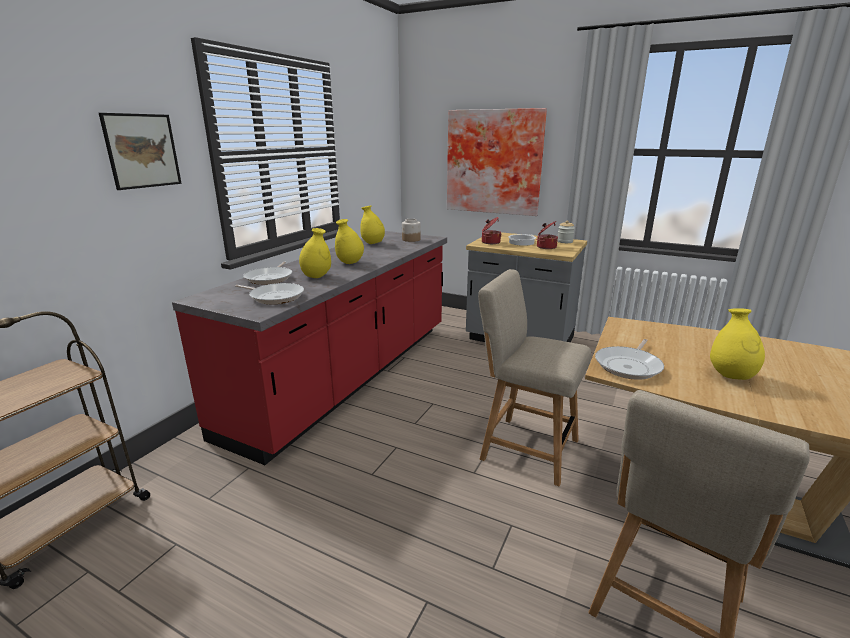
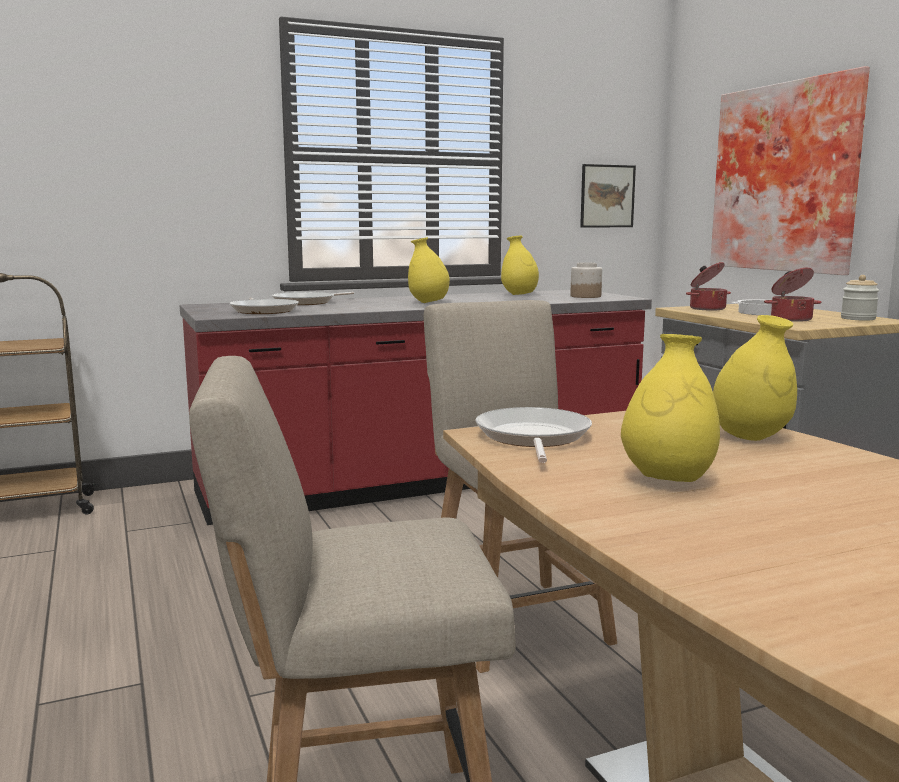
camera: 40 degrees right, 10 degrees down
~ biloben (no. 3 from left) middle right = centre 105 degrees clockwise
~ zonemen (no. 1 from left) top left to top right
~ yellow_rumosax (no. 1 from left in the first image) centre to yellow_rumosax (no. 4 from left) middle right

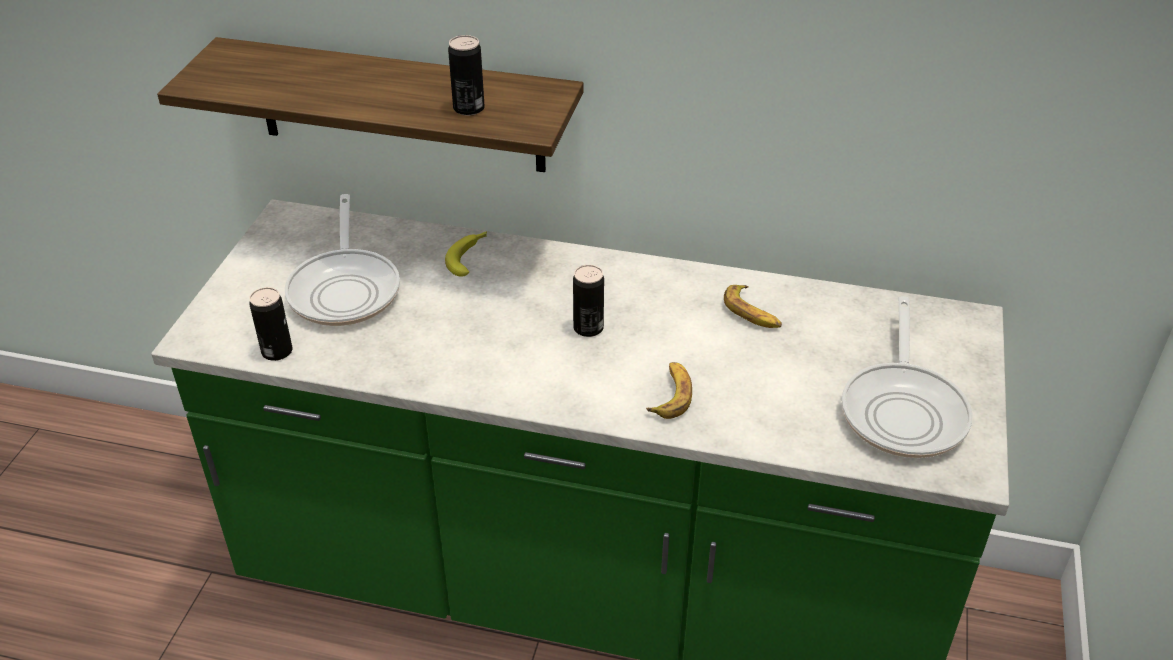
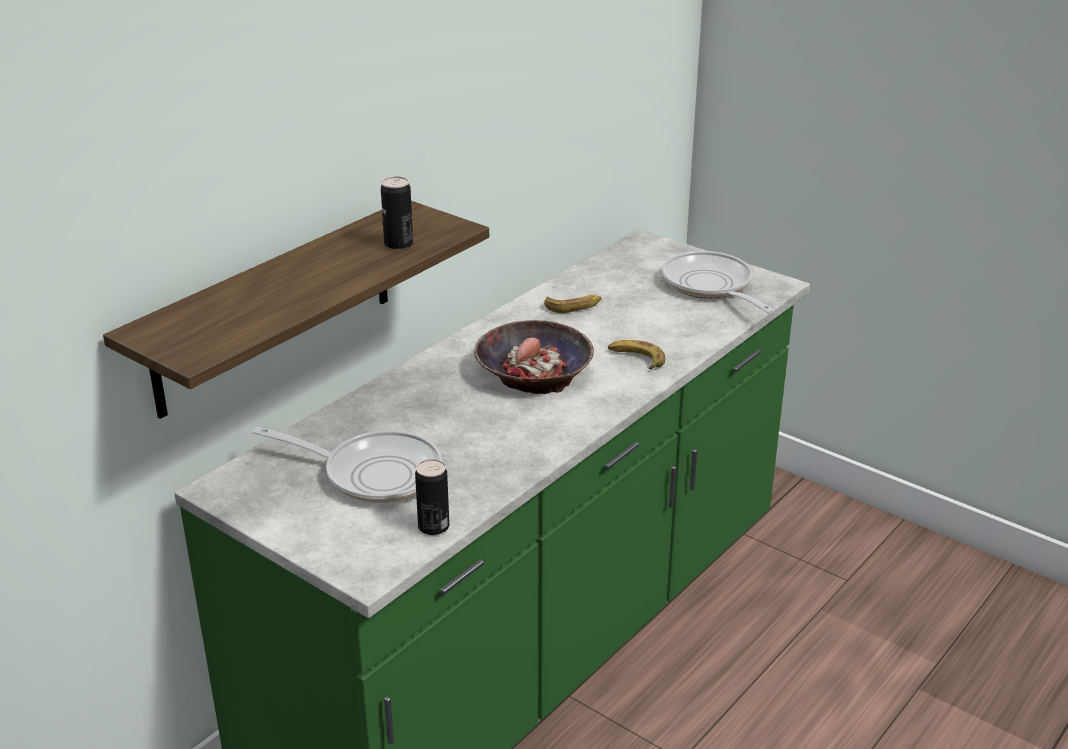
camera: 65 degrees left, 10 degrees down
~ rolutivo (no. 3 from left) centre to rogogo centre
~ biloben (no. 2 from left) middle right = middle right 150 degrees counterclockwise
- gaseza (no. 1 from left) centre

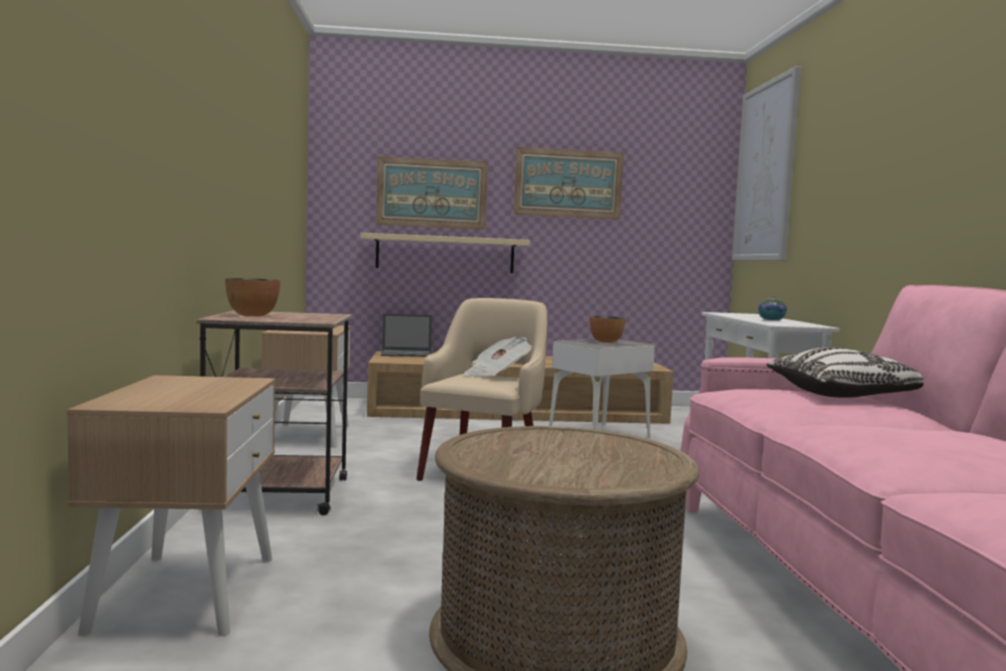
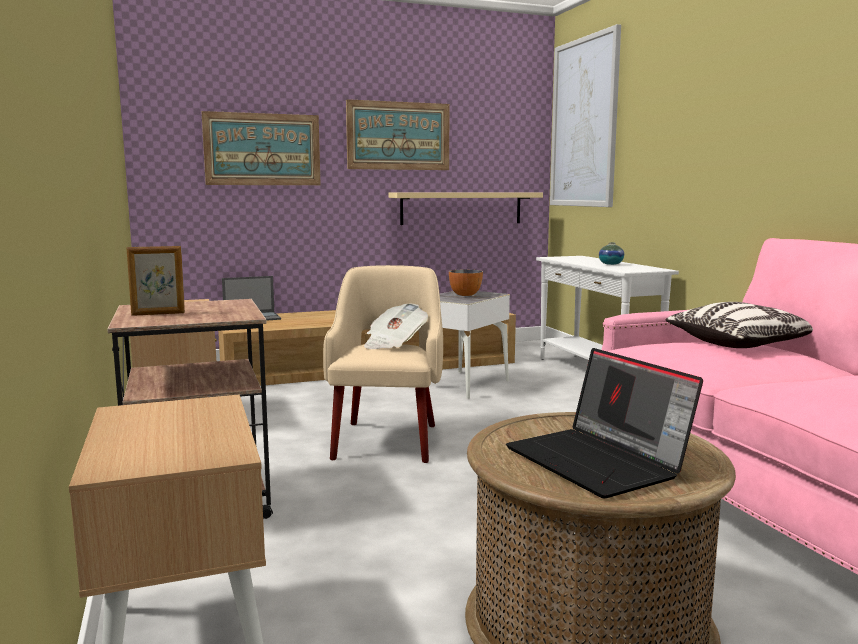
camera: 15 degrees left, 5 degrees up
~ rogogo (no. 1 from left) middle left to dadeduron middle left
~ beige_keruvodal centre to top centre
+ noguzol (no. 2 from left) middle right

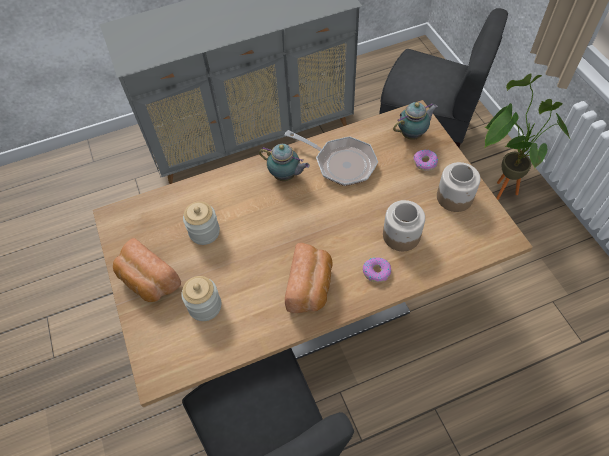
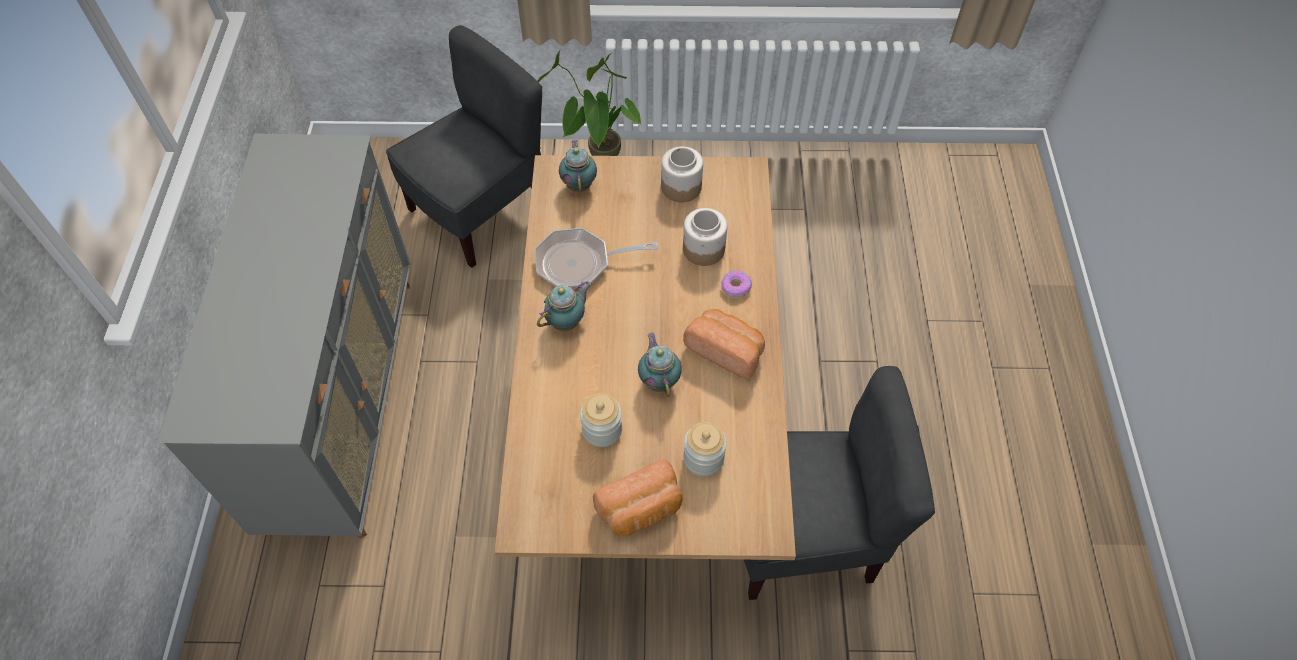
camera: 70 degrees left, 0 degrees up
~ biloben centre = centre 150 degrees counterclockwise
+ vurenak (no. 3 from left) centre
- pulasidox (no. 2 from left) middle right

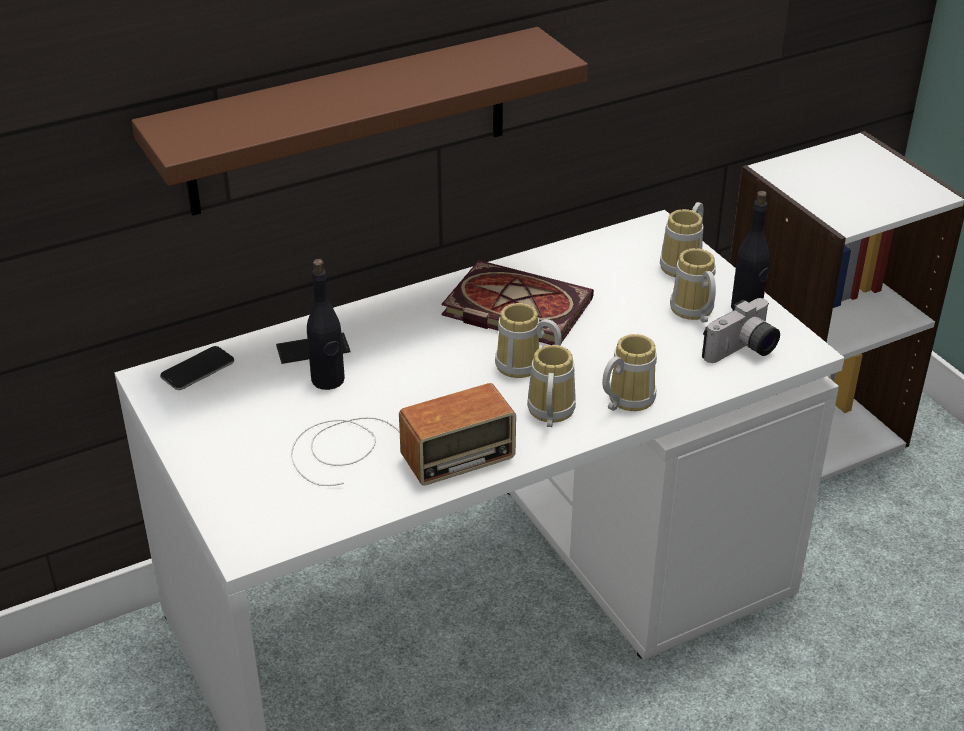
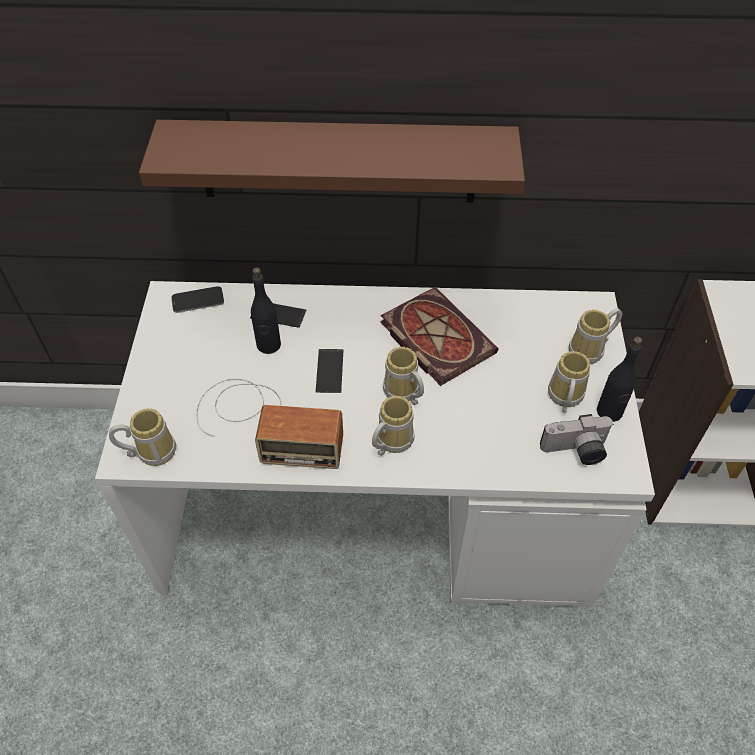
camera: 30 degrees right, 15 degrees up
~ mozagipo (no. 3 from left in the first image) centre to mozagipo (no. 1 from left) middle left
+ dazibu (no. 3 from left) centre

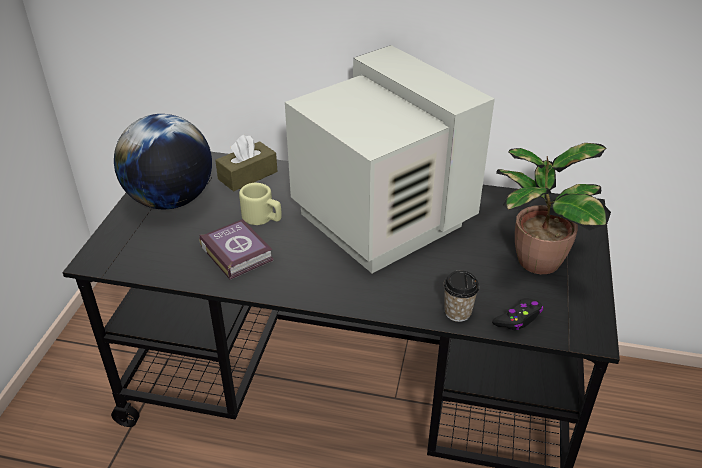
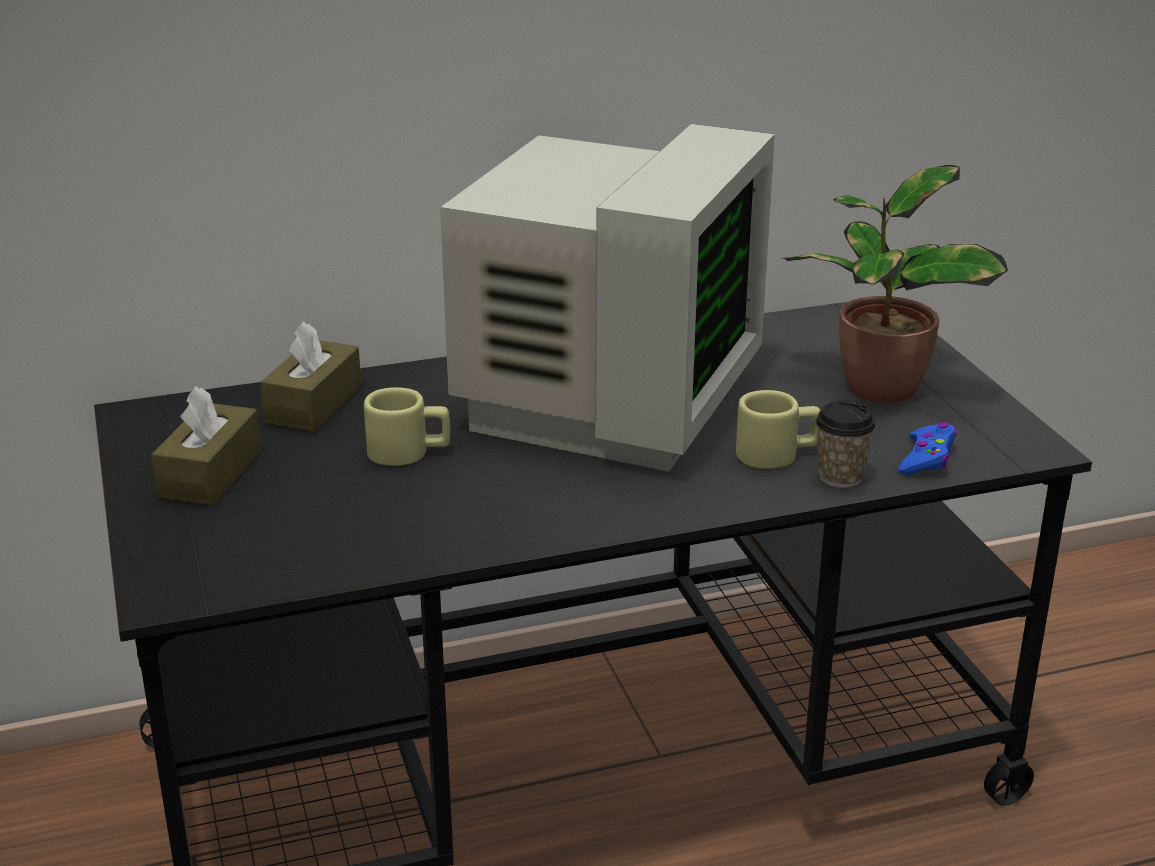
camera: 30 degrees left, 10 degrees down
~ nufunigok middle left to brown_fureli (no. 1 from left) middle left
~ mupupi centre = centre 90 degrees clockwise
+ beige_mozagipo (no. 2 from left) middle right
~ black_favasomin bottom right to blue_favasomin middle right
- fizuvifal centre

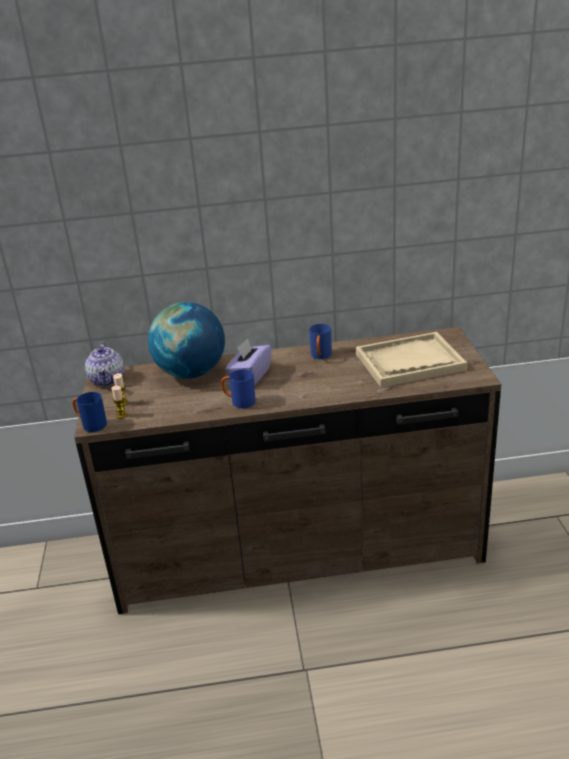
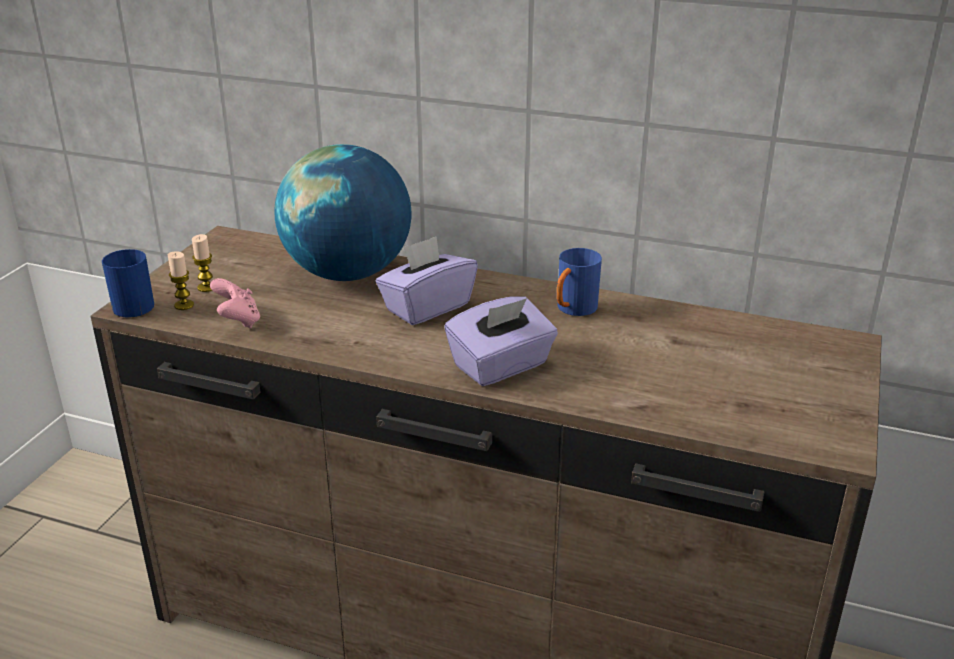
camera: 25 degrees right, 0 degrees up
+ pink_favasomin middle left
+ purple_fureli (no. 2 from left) centre
- vurenak middle left
- blue_mozagipo (no. 2 from left) centre
- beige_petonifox middle right

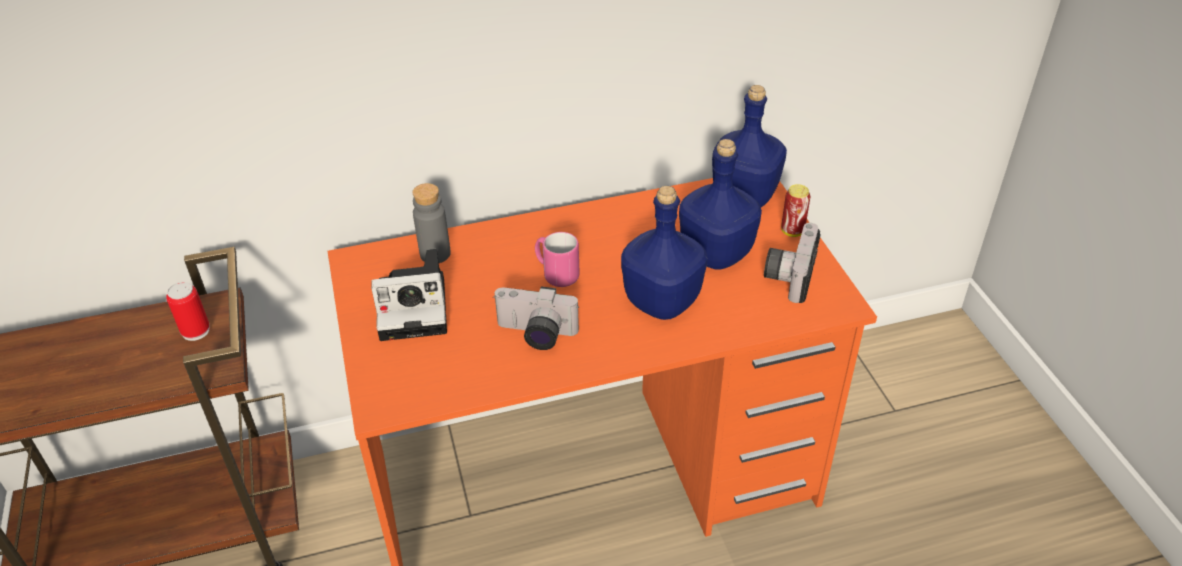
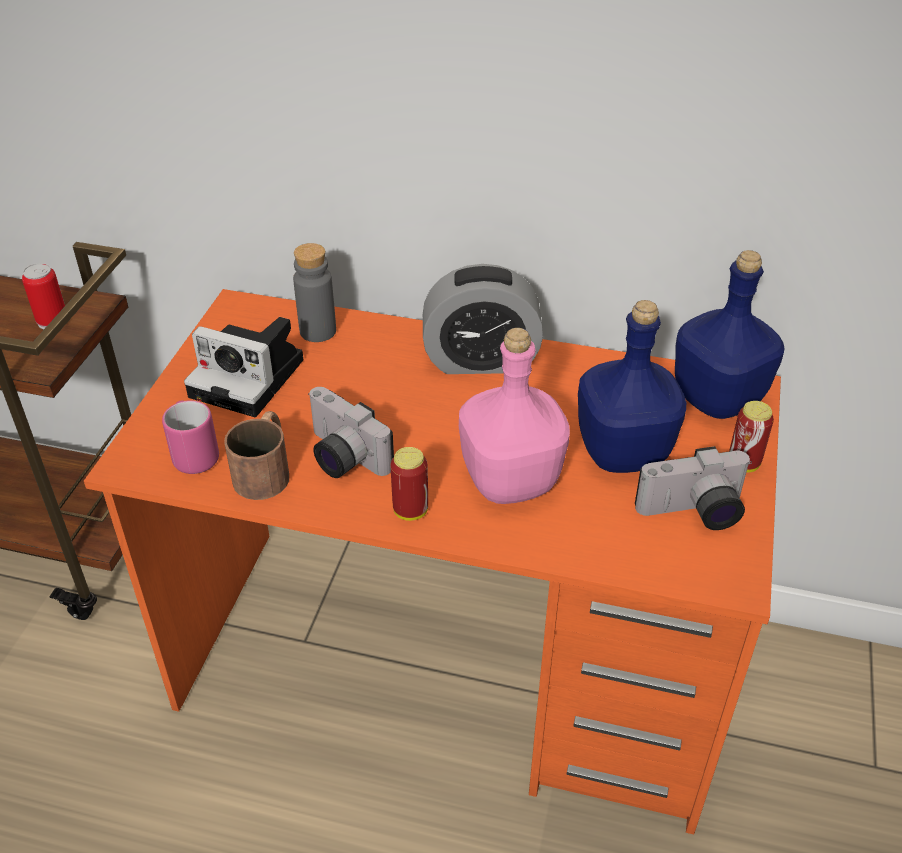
camera: 30 degrees right, 0 degrees up
~ pink_mozagipo centre to middle left
+ brown_mozagipo middle left
+ rolutivo (no. 2 from left) centre
+ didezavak centre
~ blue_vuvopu (no. 1 from left) centre to pink_vuvopu centre
~ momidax (no. 3 from left) middle right = middle right 150 degrees counterclockwise

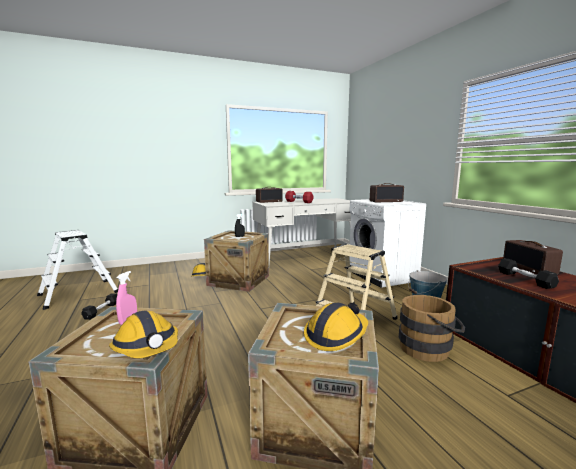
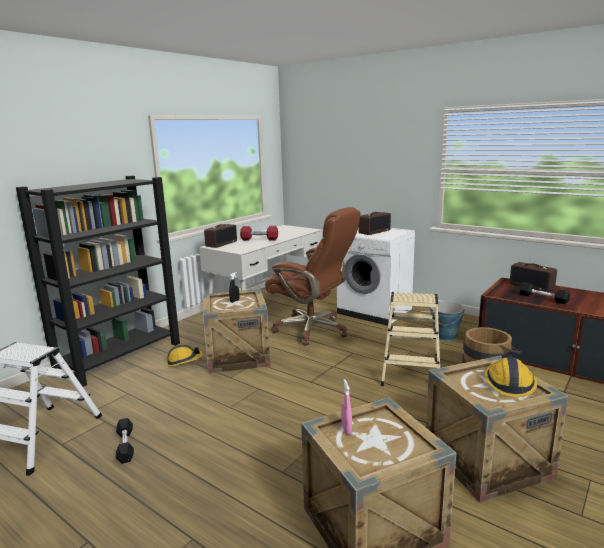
camera: 30 degrees left, 5 degrees up
+ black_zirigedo middle left
+ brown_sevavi centre
- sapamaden (no. 1 from left) bottom left

